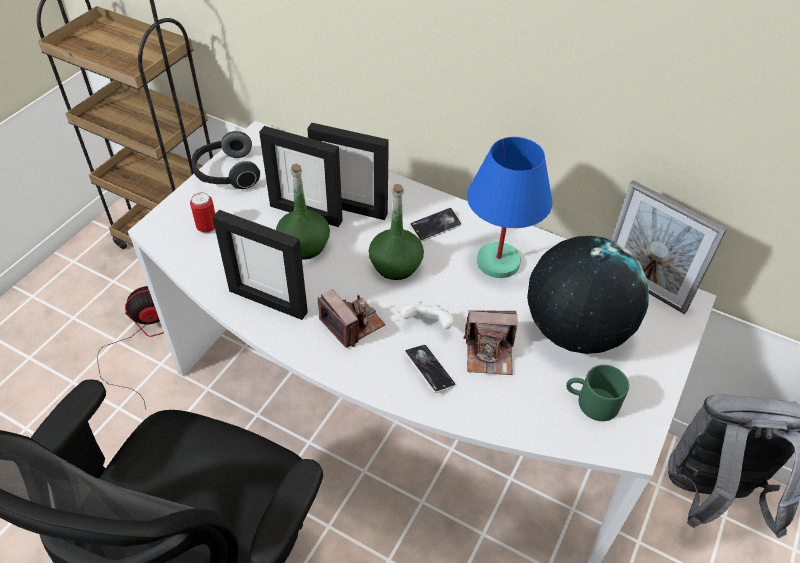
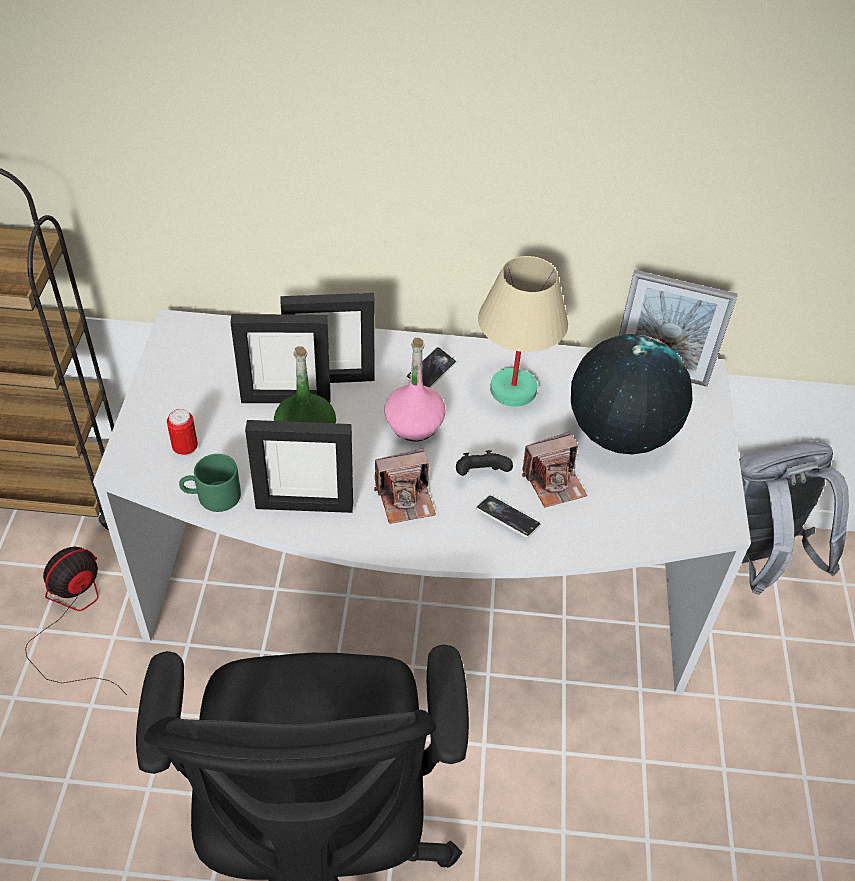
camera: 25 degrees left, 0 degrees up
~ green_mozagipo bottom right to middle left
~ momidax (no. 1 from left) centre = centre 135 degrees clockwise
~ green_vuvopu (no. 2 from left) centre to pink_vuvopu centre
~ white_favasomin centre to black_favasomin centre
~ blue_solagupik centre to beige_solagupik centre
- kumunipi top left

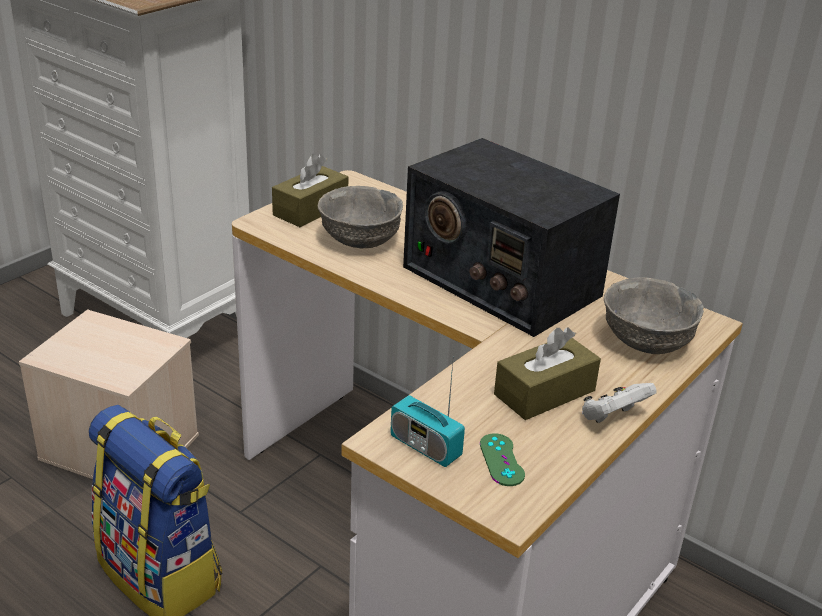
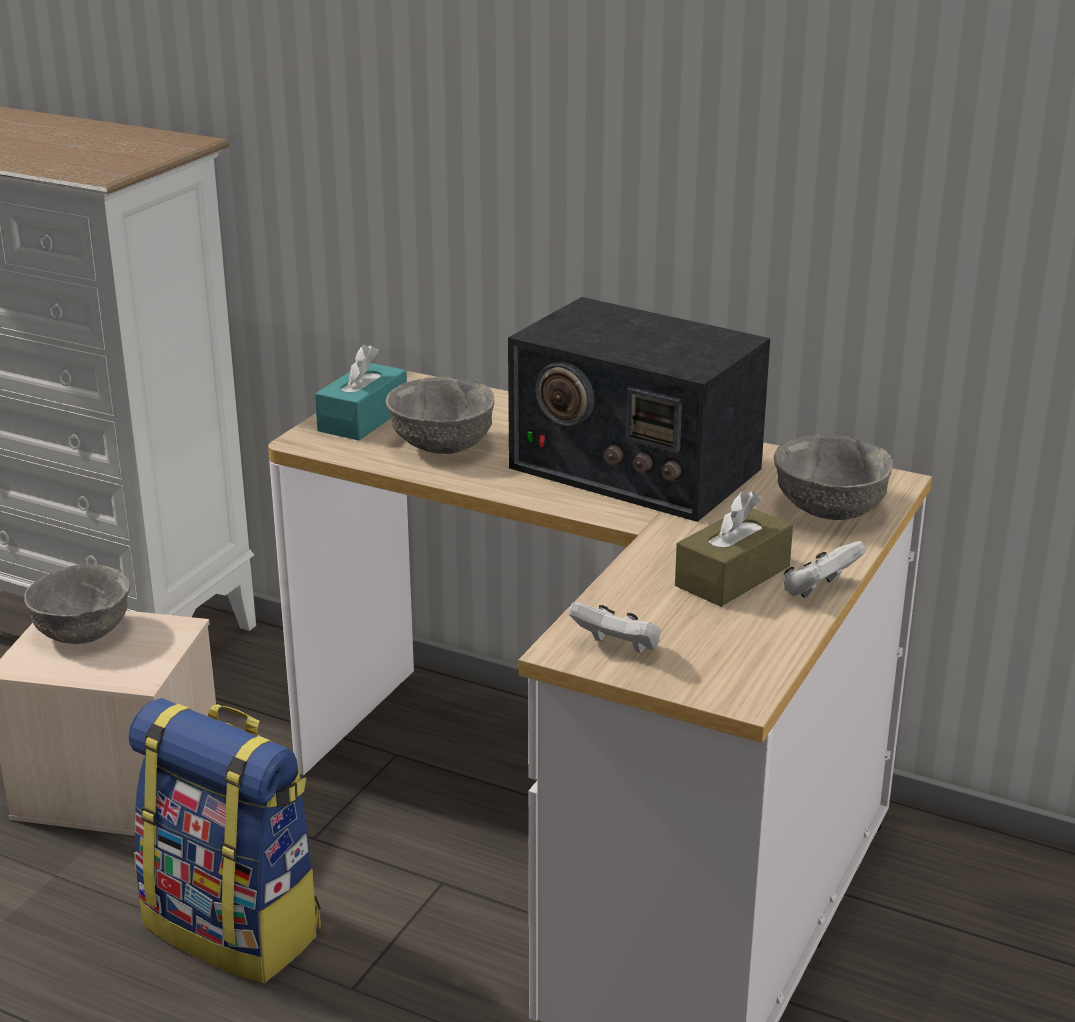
camera: 10 degrees left, 5 degrees down
+ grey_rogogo (no. 1 from left) middle left
~ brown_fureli (no. 1 from left) top centre to turquoise_fureli centre
~ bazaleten (no. 1 from left) bottom centre to white_favasomin (no. 1 from left) centre
- green_favasomin bottom centre

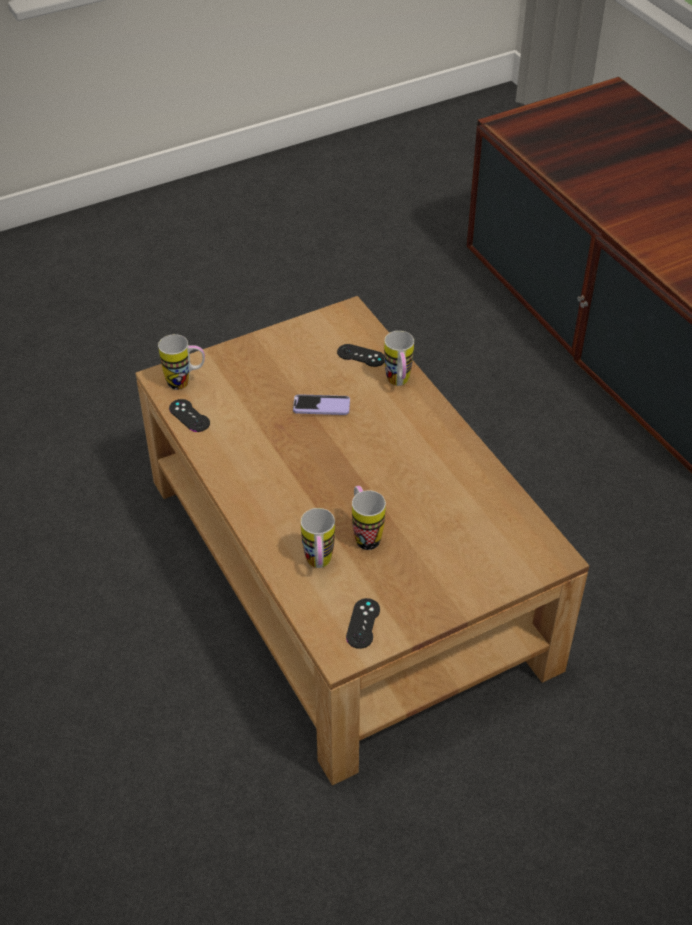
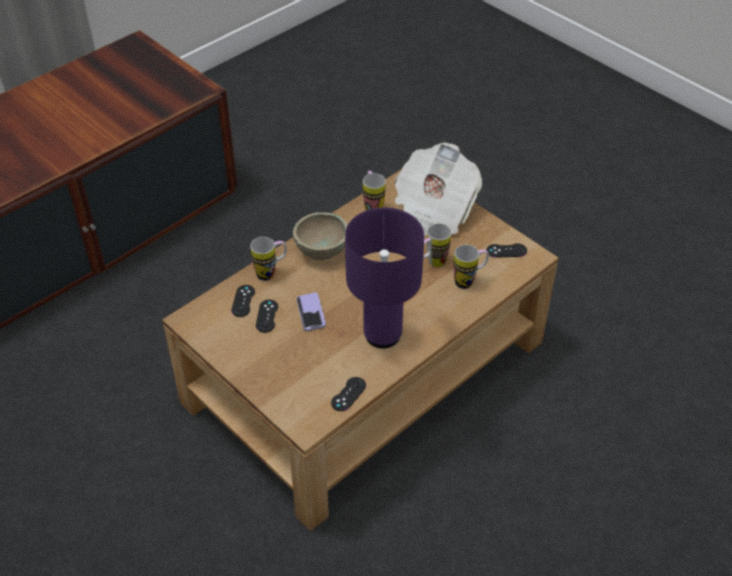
camera: 105 degrees left, 0 degrees up
+ black_favasomin (no. 2 from left) centre
+ beige_rogogo centre
+ purple_solagupik centre
~ mozagipo (no. 1 from left in the first image) middle left to mozagipo (no. 2 from left) top centre
+ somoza top centre

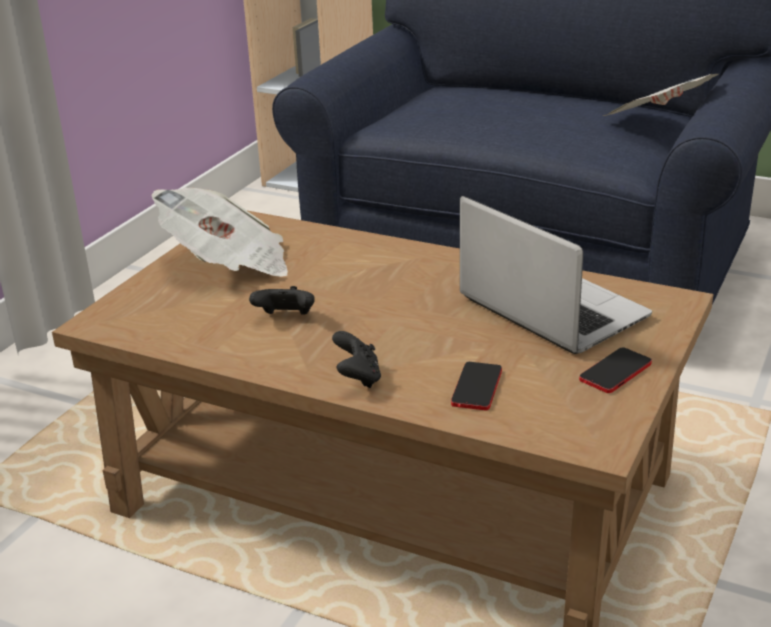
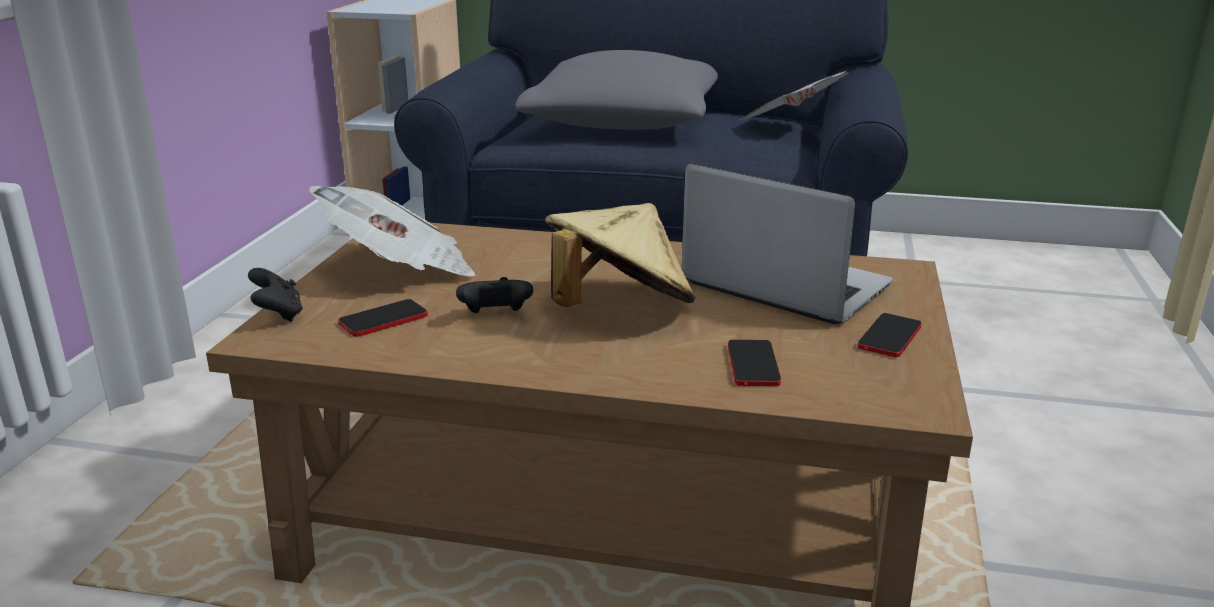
camera: 15 degrees left, 5 degrees down
~ black_favasomin (no. 2 from left in the first image) centre to black_favasomin (no. 1 from left) middle left
+ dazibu (no. 1 from left) middle left
+ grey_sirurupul top centre
+ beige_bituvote centre

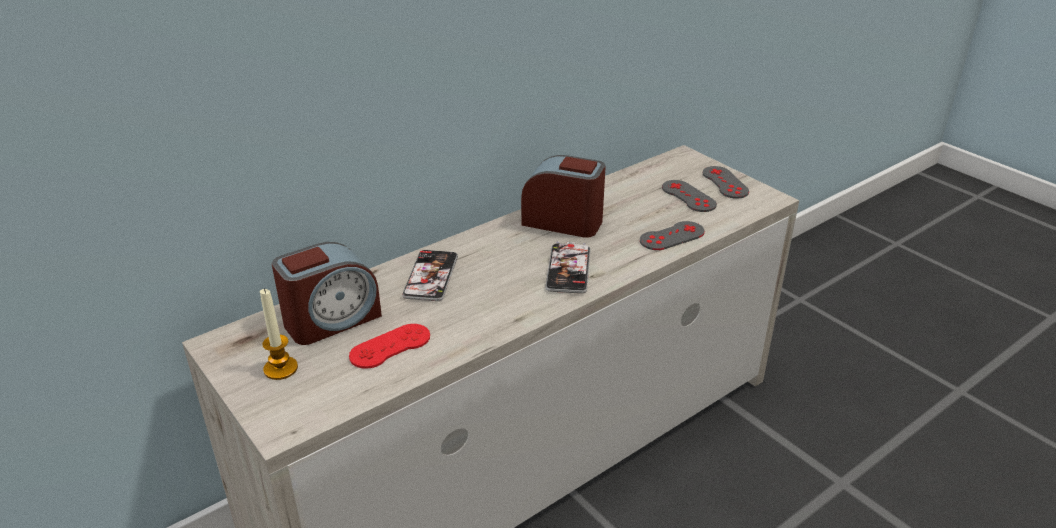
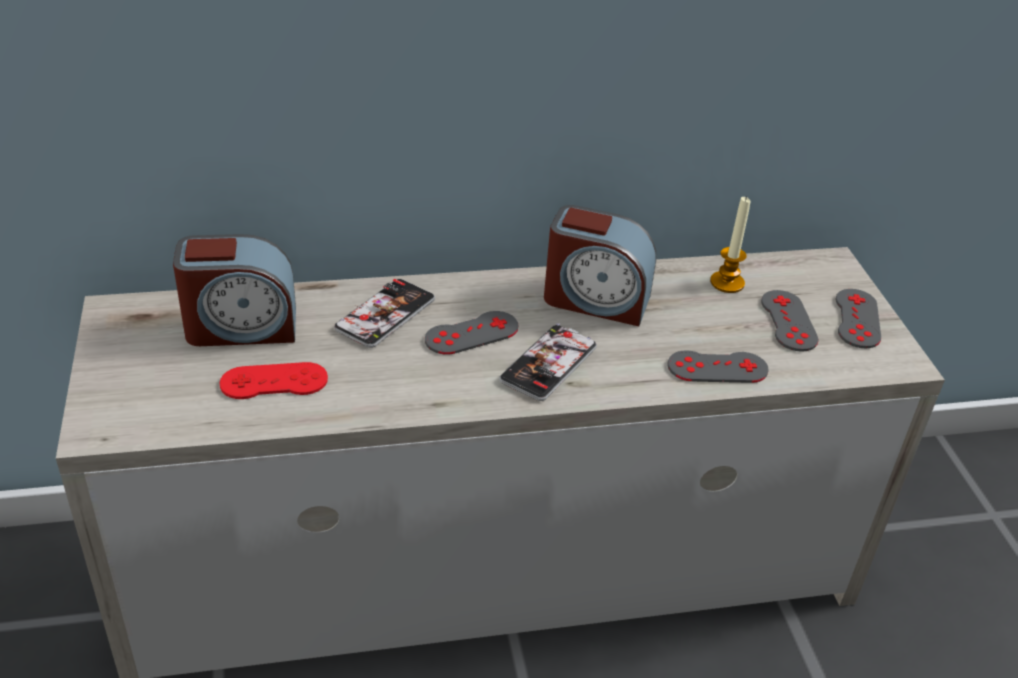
camera: 25 degrees right, 5 degrees up
+ grey_favasomin (no. 1 from left) centre
~ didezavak (no. 2 from left) centre = centre 150 degrees clockwise
~ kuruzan middle left to middle right

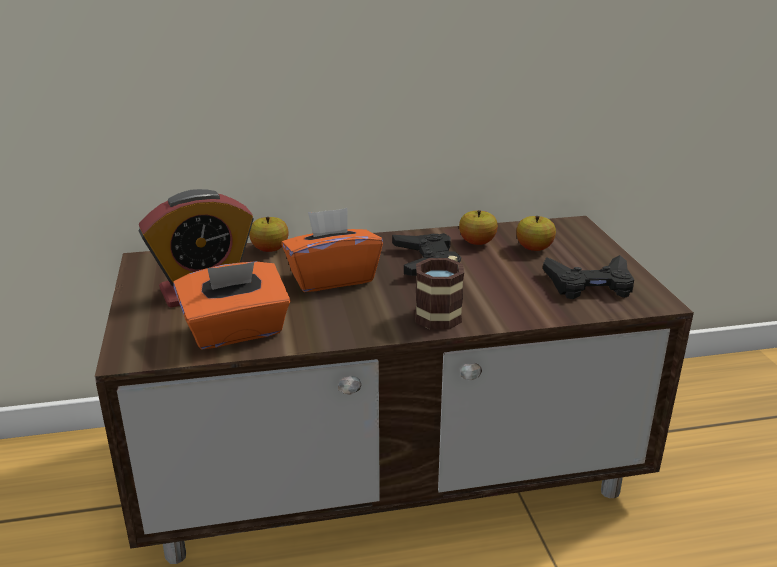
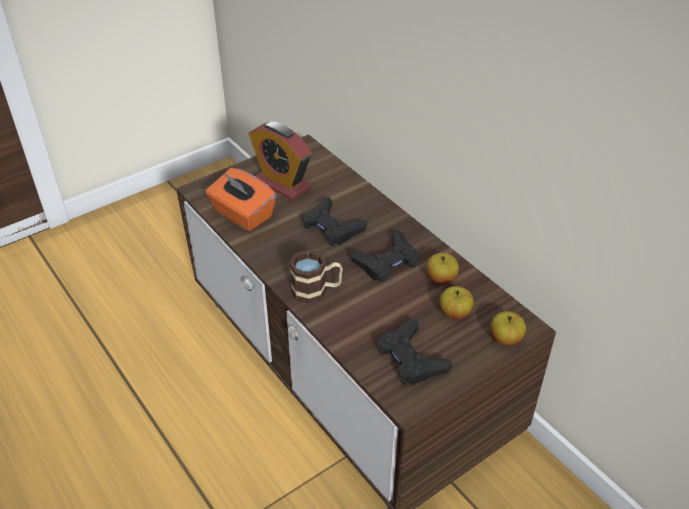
camera: 65 degrees right, 15 degrees up
~ orange_fureli (no. 2 from left) centre to black_favasomin (no. 1 from left) centre
~ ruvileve (no. 1 from left in the first image) centre to ruvileve (no. 3 from left) middle right

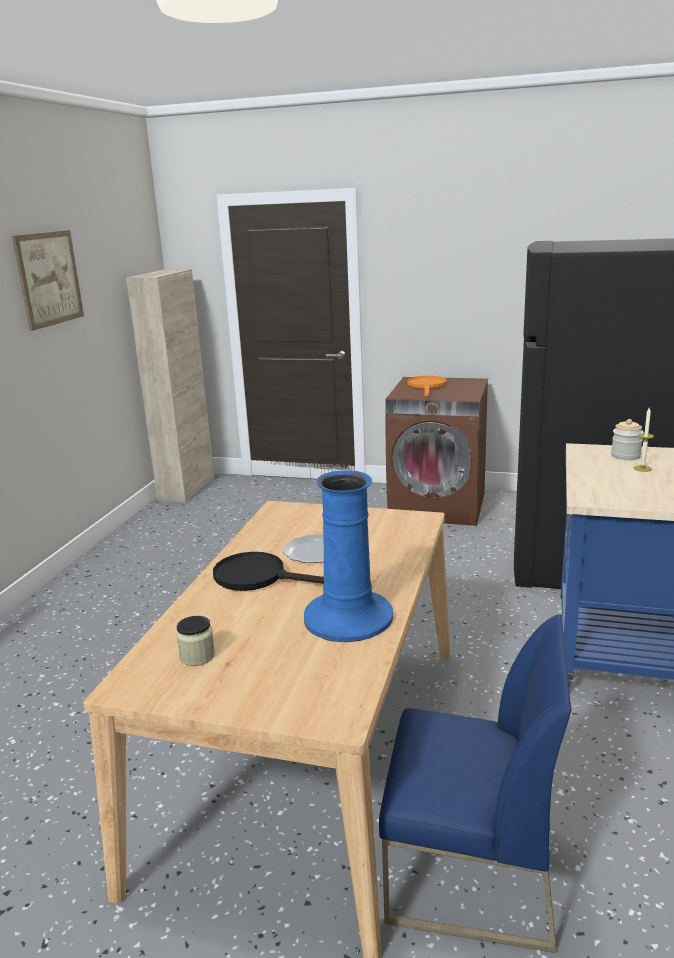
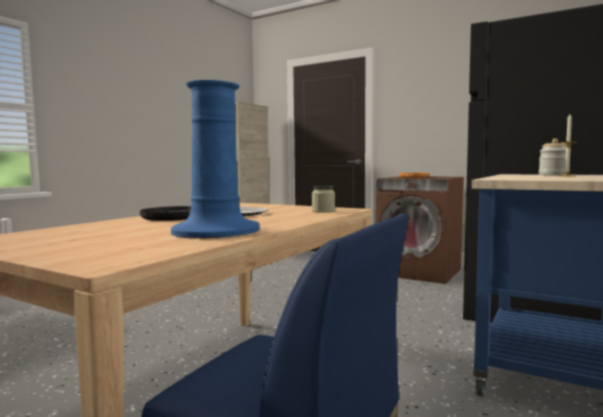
camera: 15 degrees right, 15 degrees down
~ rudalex (no. 1 from left) bottom left to centre
- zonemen top left

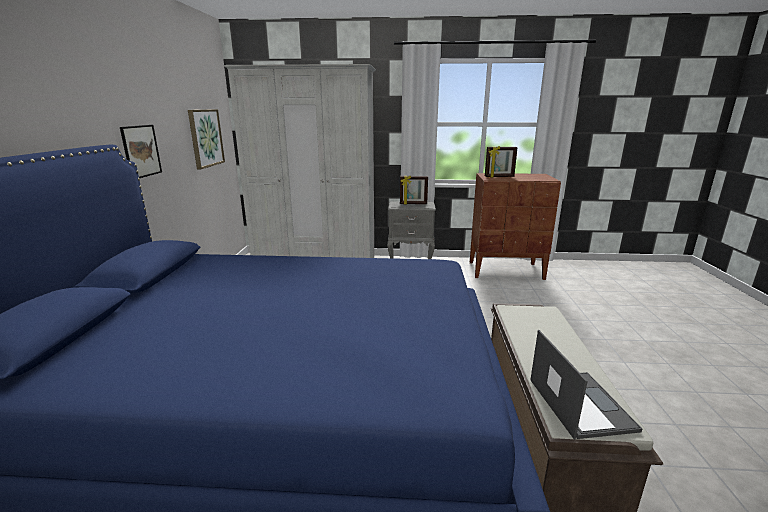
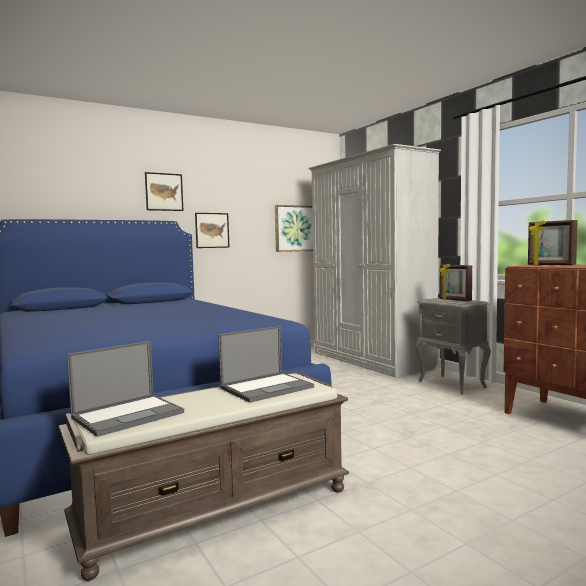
camera: 55 degrees right, 15 degrees down
+ zonemen (no. 1 from left) top left
+ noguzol (no. 2 from left) centre

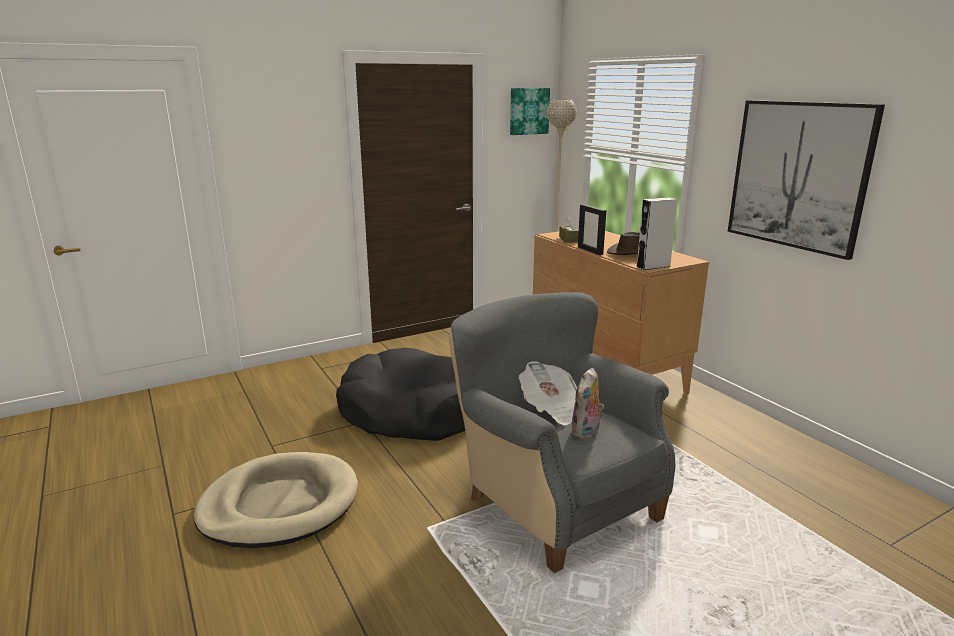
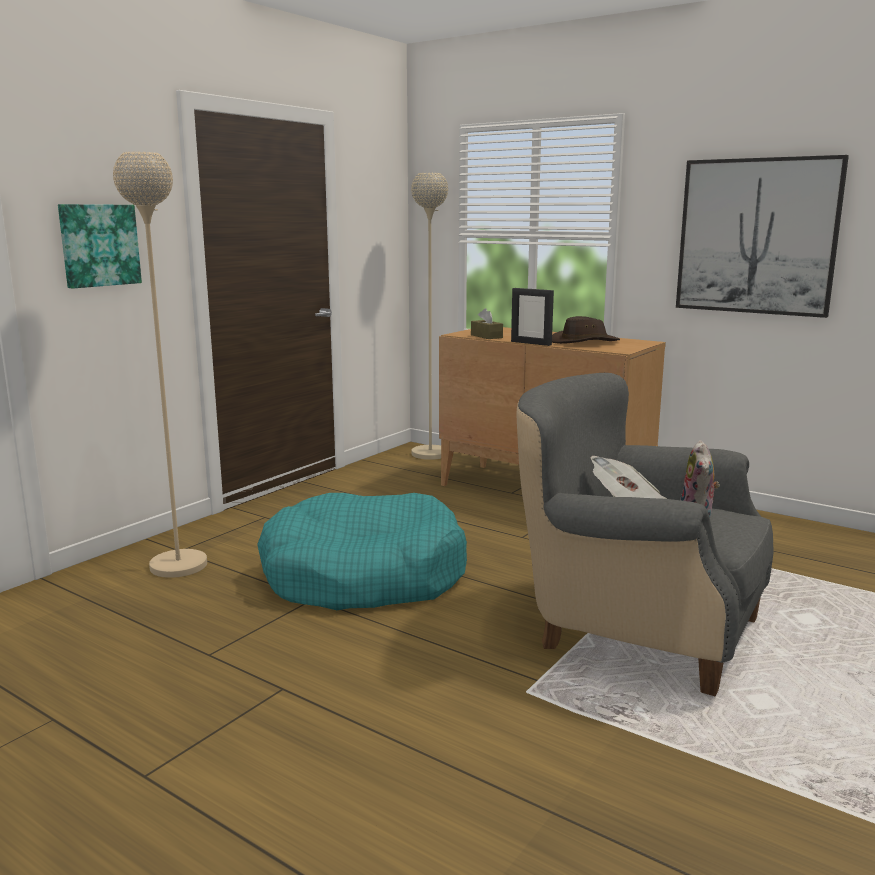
camera: 25 degrees left, 5 degrees down
~ zonemen (no. 1 from left) top centre to top left
+ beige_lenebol (no. 1 from left) middle left
~ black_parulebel centre to turquoise_parulebel centre
- beige_parulebel bottom left
- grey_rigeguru middle right

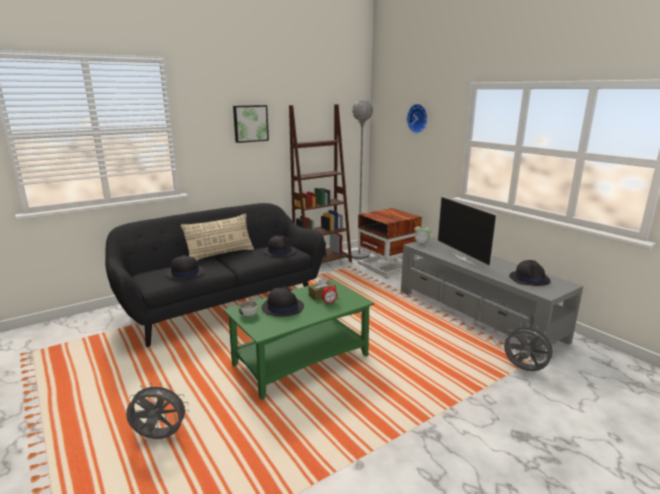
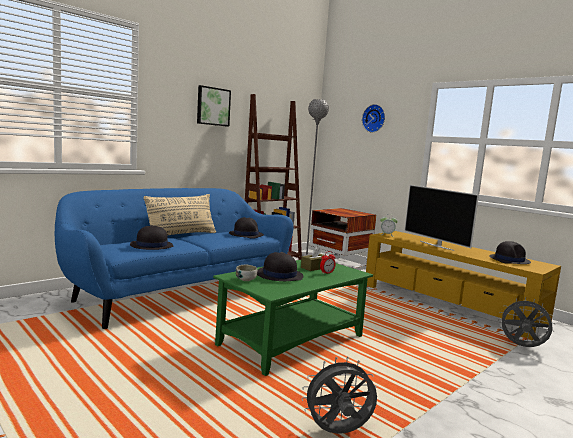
camera: 10 degrees left, 10 degrees down
~ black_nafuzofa middle left to blue_nafuzofa middle left
~ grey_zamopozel (no. 1 from left) bottom left to bottom centre
~ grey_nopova middle right to yellow_nopova middle right

